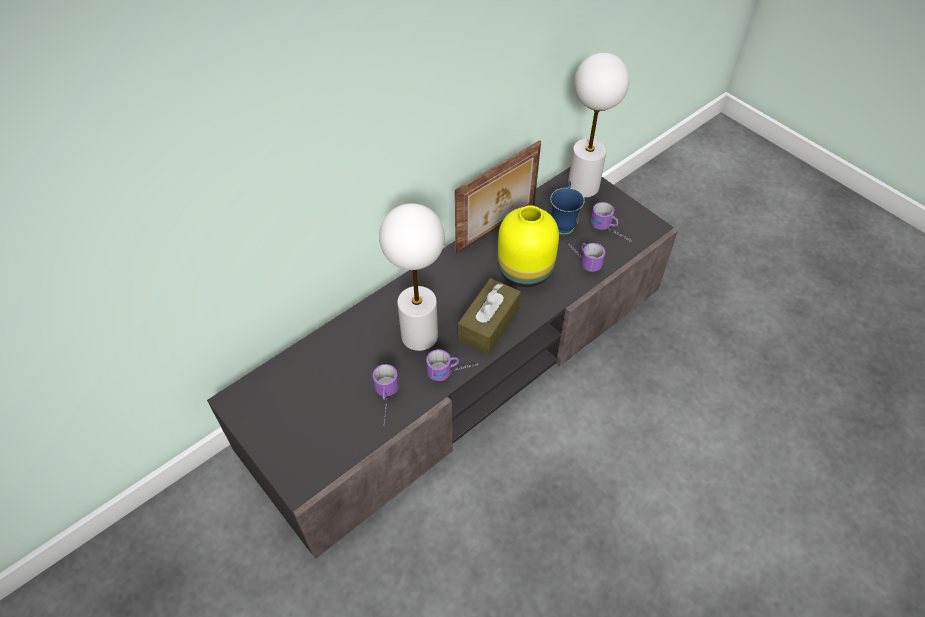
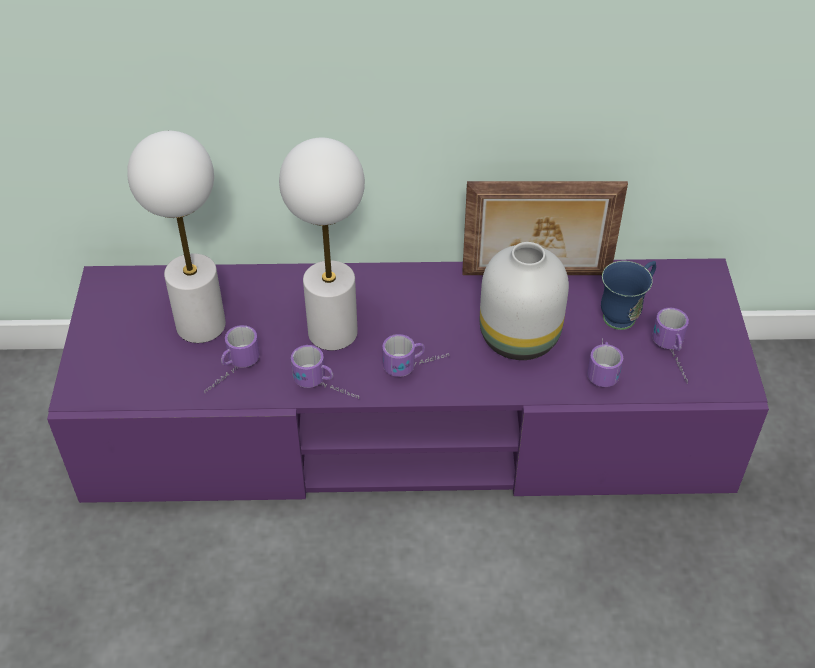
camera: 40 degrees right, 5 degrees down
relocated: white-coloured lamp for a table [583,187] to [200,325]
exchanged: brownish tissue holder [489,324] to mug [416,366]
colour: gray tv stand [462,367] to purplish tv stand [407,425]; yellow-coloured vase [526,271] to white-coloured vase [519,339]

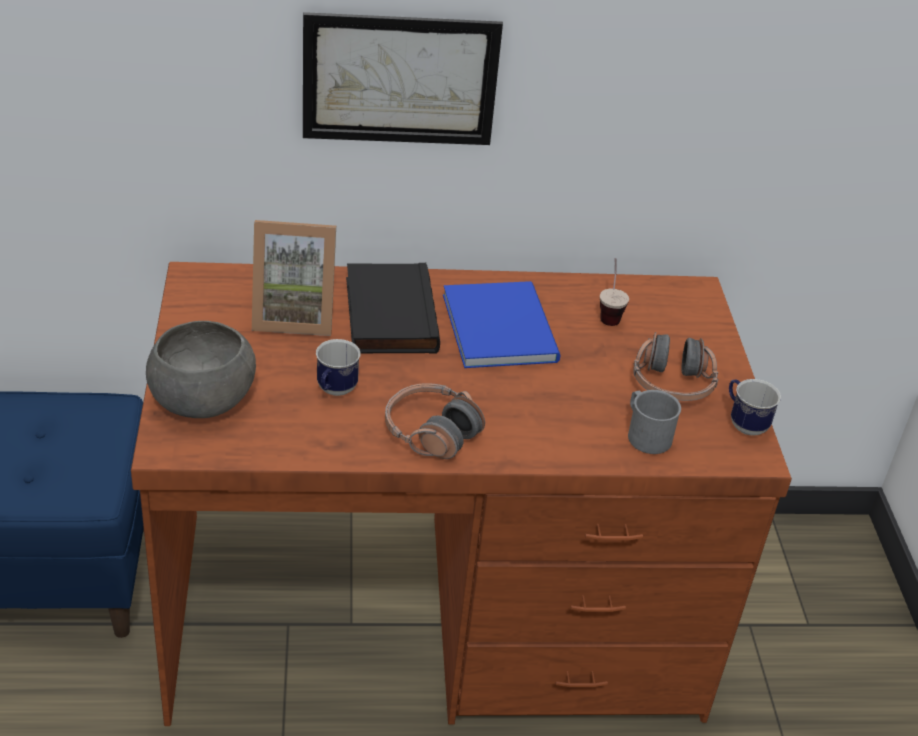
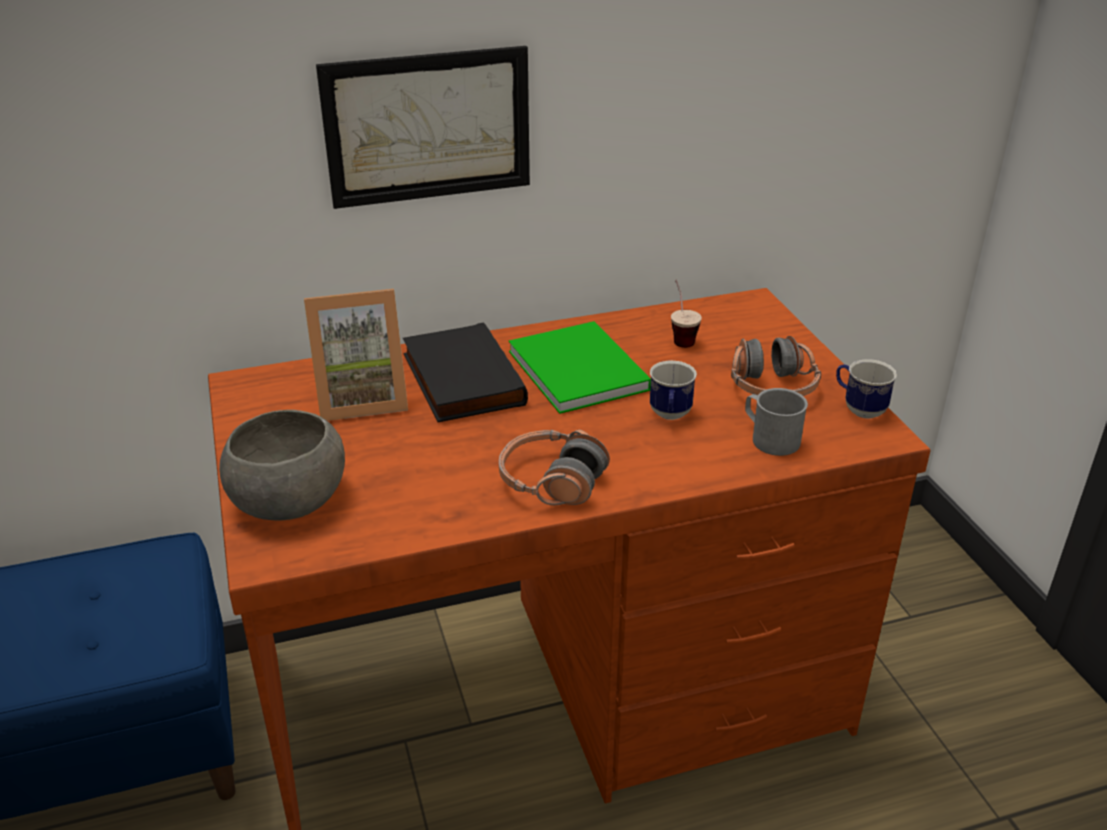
camera: 10 degrees left, 5 degrees down
relocated: mug [334,391] to [670,416]
colour: bluish bound book [501,325] to green-coloured bound book [580,367]

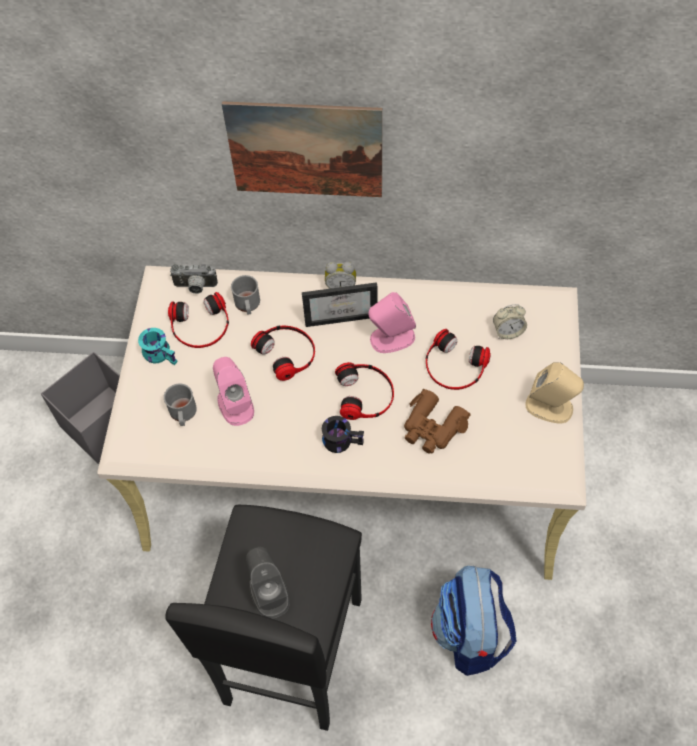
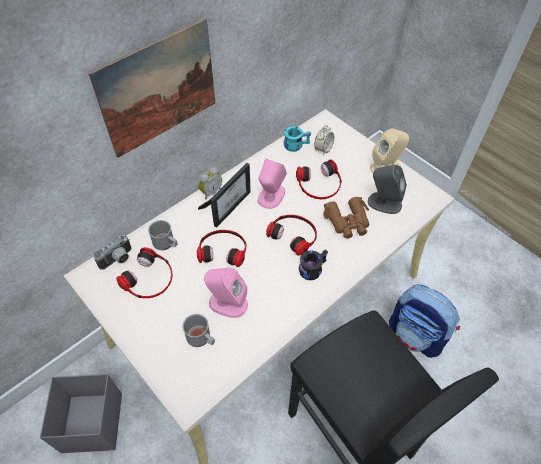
camera: 50 degrees left, 5 degrees down
relocated: turquoise mug [161,353] to [295,143]; gray speaker [269,592] to [384,203]

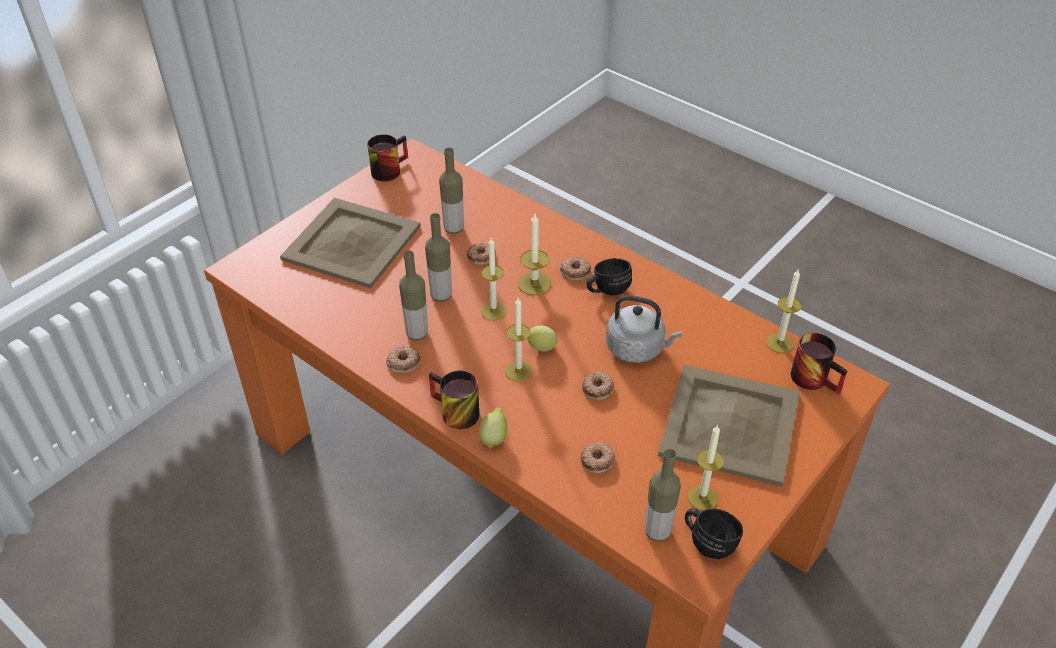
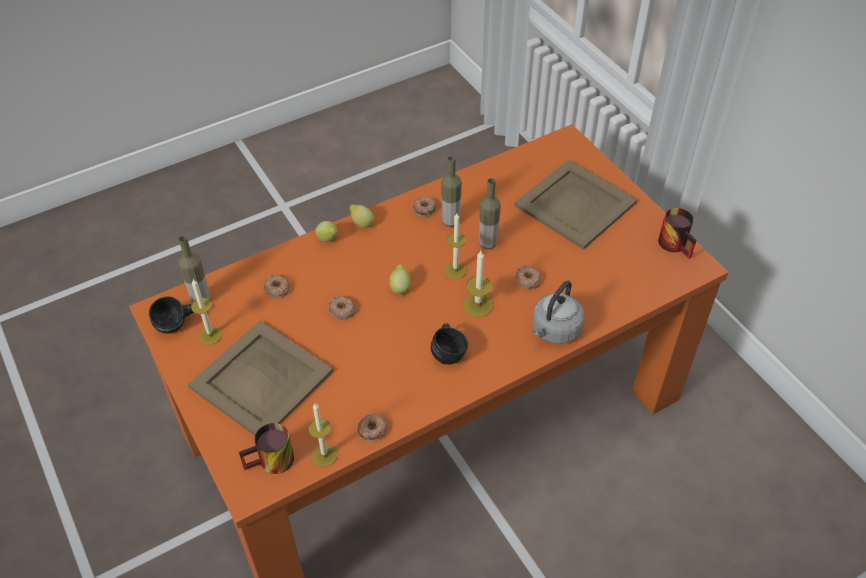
camera: 110 degrees right, 5 degrees up
missing: beverage bottle [454,229]; candle [518,371]
relocated: donut [575,271] to [372,429]; gray water kettle [637,349] to [554,331]
exchanged: mug [453,413] to citrus fruit [361,224]

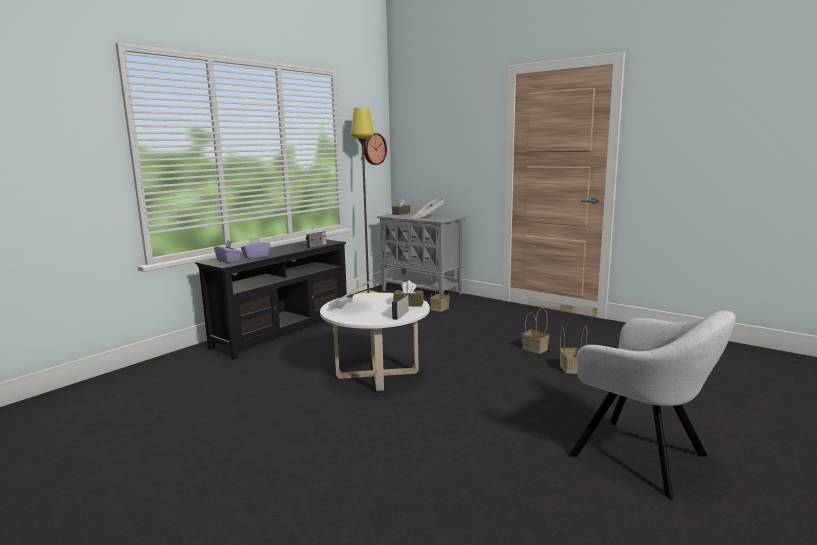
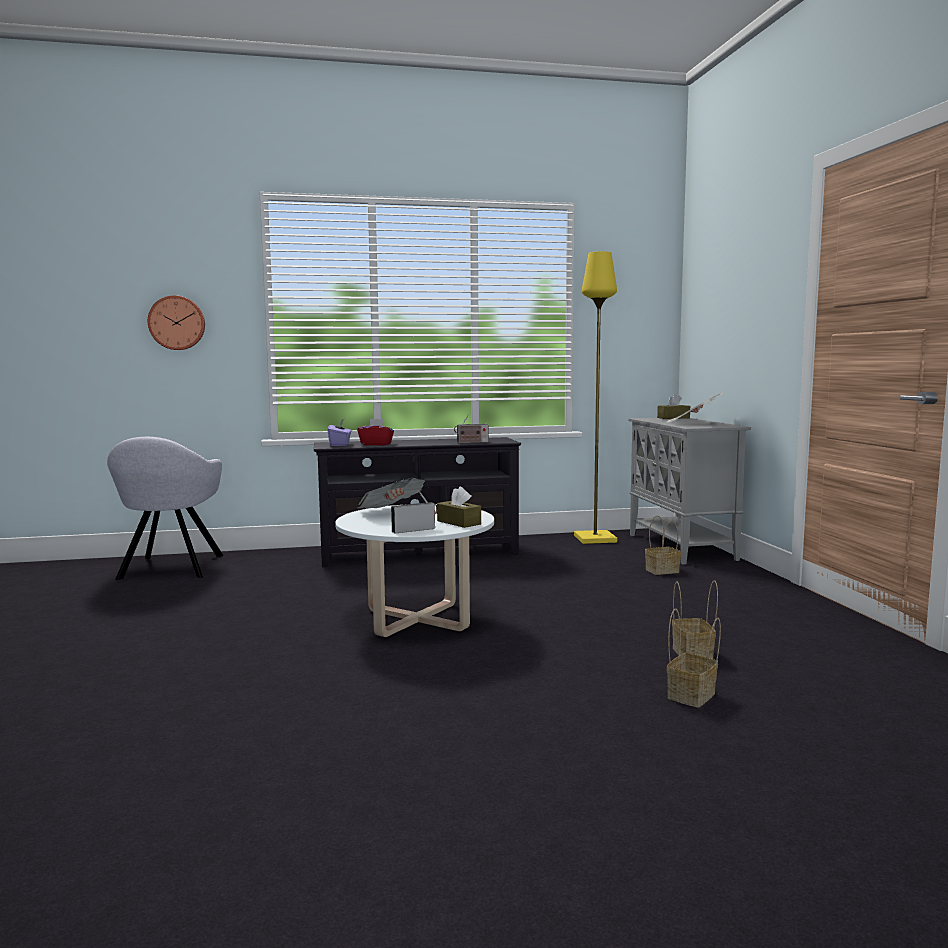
camera: 40 degrees right, 5 degrees down
relocated: hanging clock [374,149] to [177,323]; gray armchair [643,457] to [170,568]
colour: purplish tissue holder [256,257] to red tissue holder [376,444]

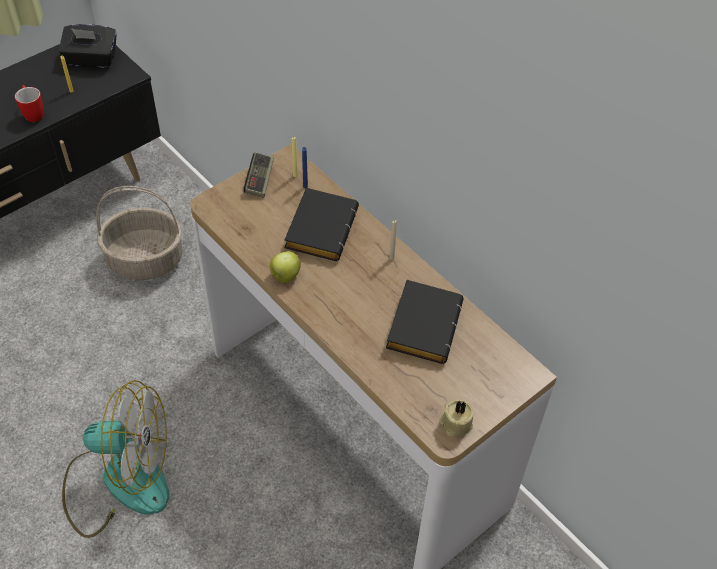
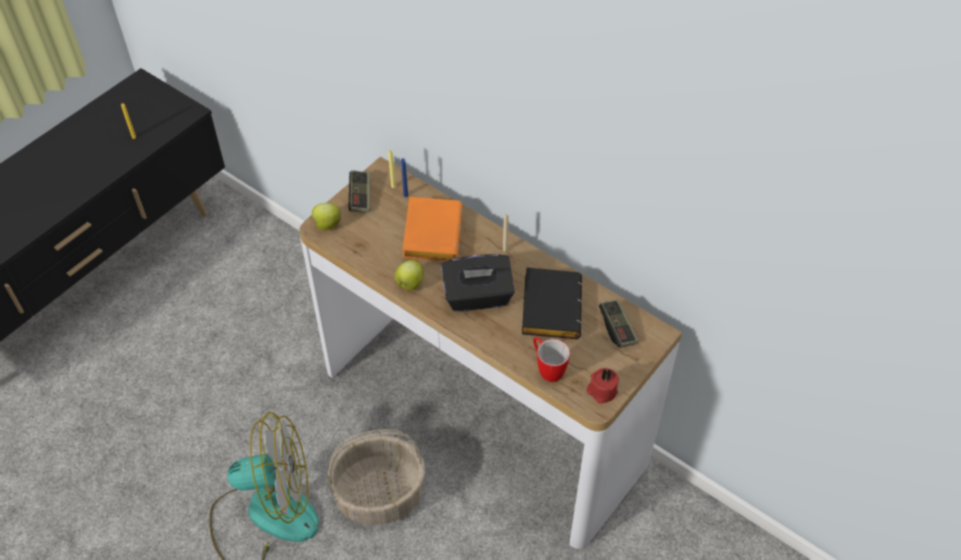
camera: 10 degrees left, 0 degrees up
appeared: whole apple [326,225]; gamepad [617,328]
relocated: mug [33,114] to [547,369]; black-coloured tissue holder [91,60] to [478,297]; storage basket [146,259] to [380,494]
colour: black-coloured bound book [320,228] to orange bound book [430,233]; beige candle [455,424] to red candle [601,391]

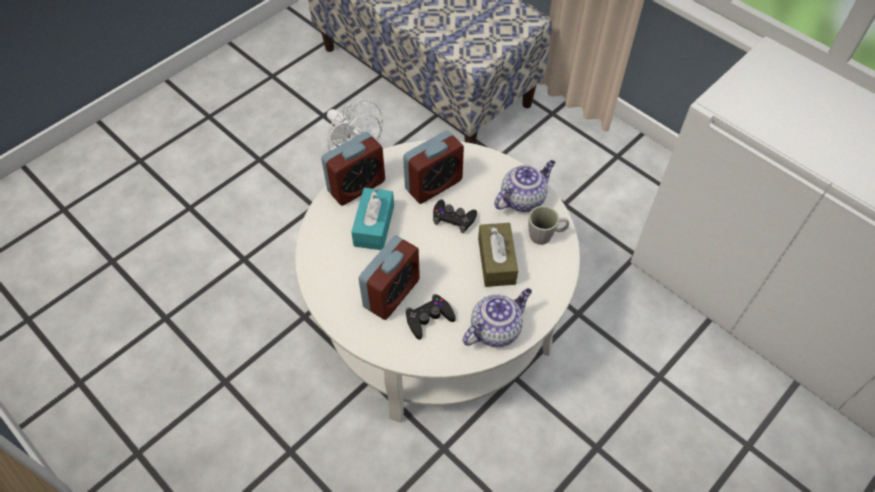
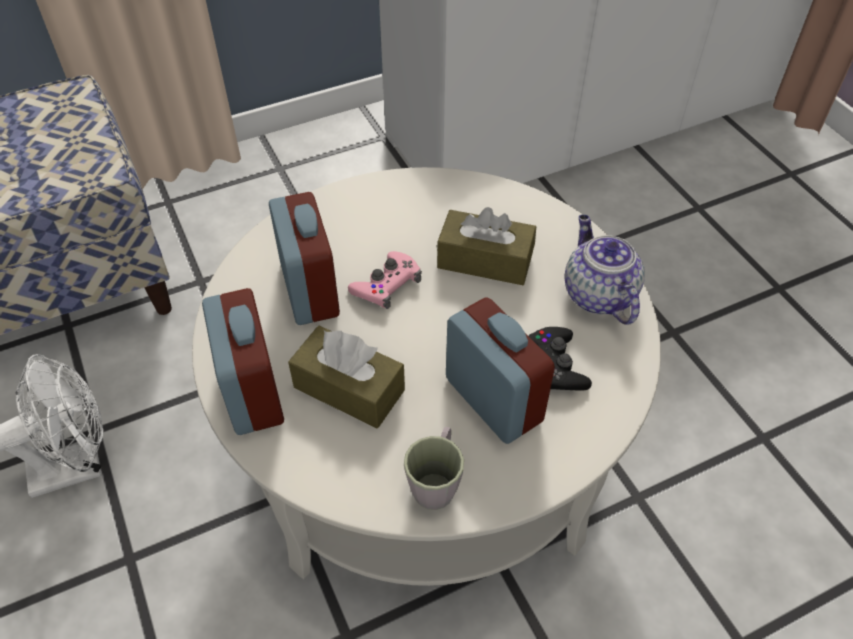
camera: 70 degrees left, 5 degrees down
missing: tea pot [523,199]
relocated: gray mug [546,235] to [436,481]
colour: turquoise tissue holder [374,226] to brownish tissue holder [349,388]; black-coloured gamepad [453,218] to pink gamepad [386,285]

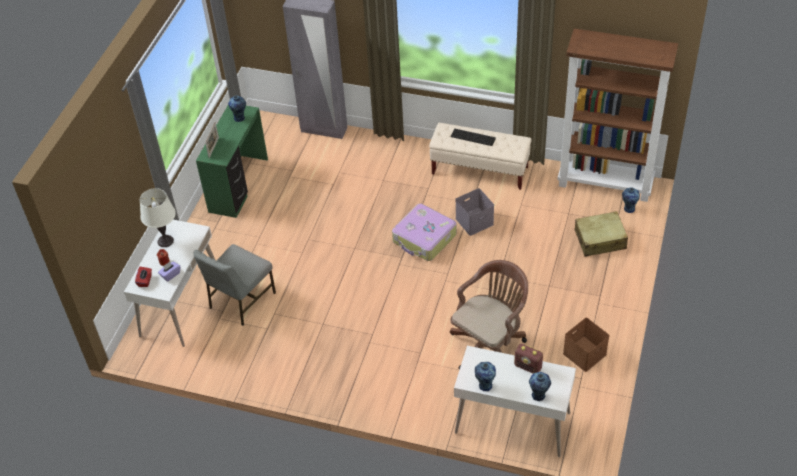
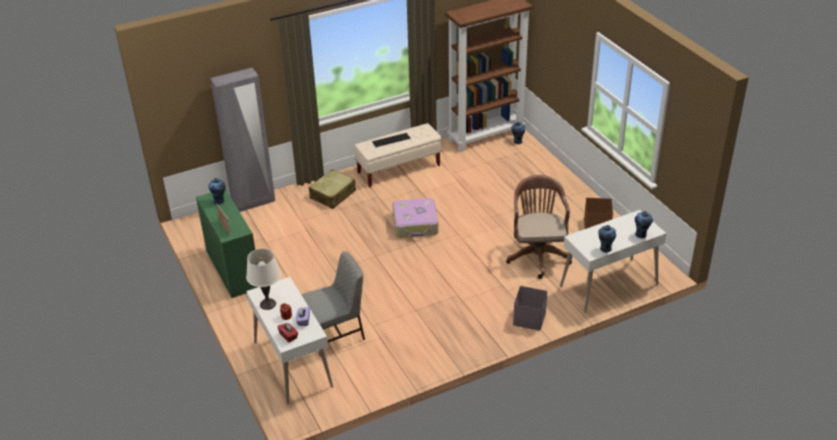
camera: 45 degrees left, 10 degrees down
missing: radio receiver [528,367]
relocated: gray storage bin [474,222] to [530,319]; beige suitcase [600,240] to [333,195]
spun: gray upright chair [241,300] = [336,333] 105 degrees counterclockwise

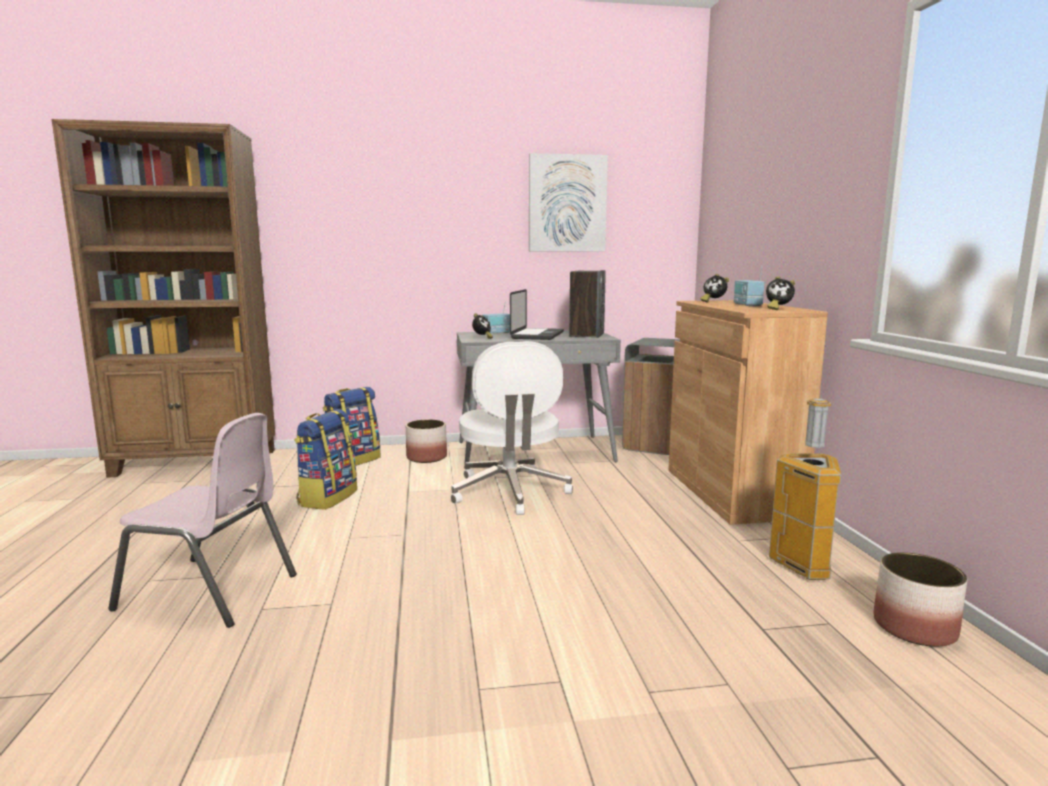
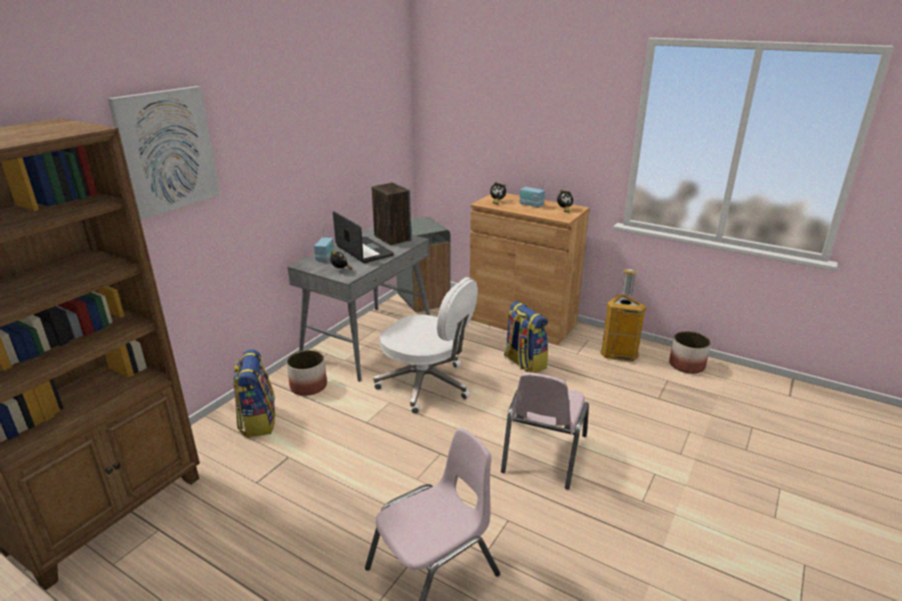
camera: 50 degrees left, 15 degrees up
appeared: pink upright chair [543,453]
relocated: rucksack [327,498] to [524,363]; wall art [567,203] to [167,151]

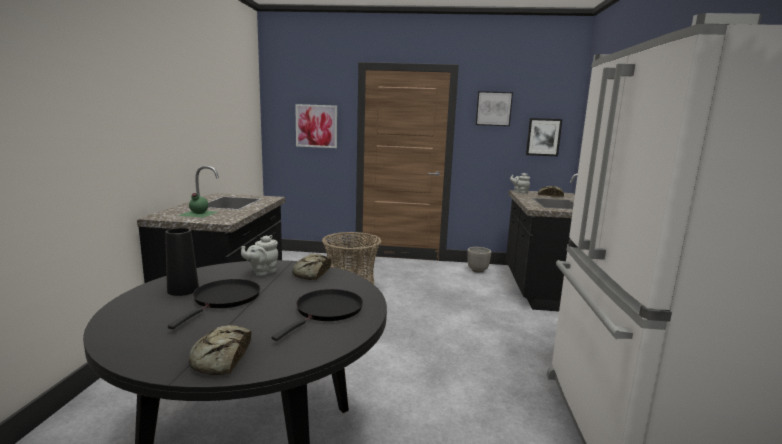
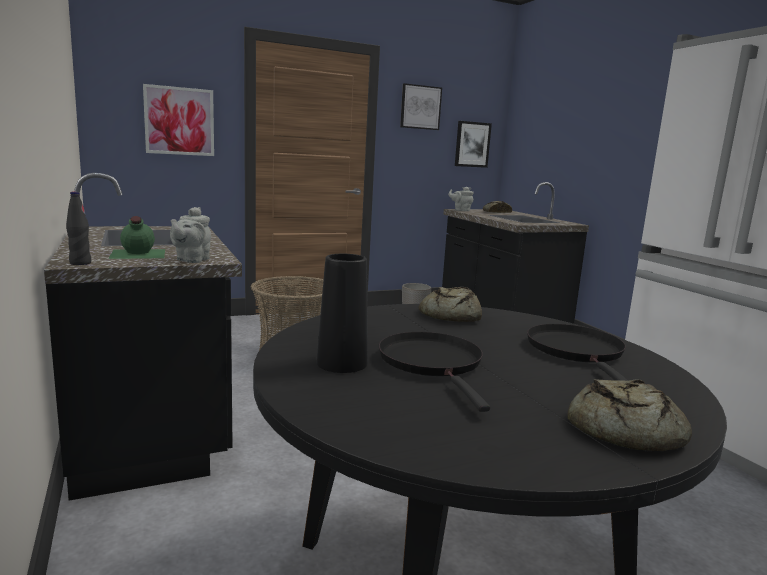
camera: 30 degrees left, 0 degrees up
appeared: black-coloured beverage bottle [80,263]
relocated: gray tea pot [262,272] to [191,260]

